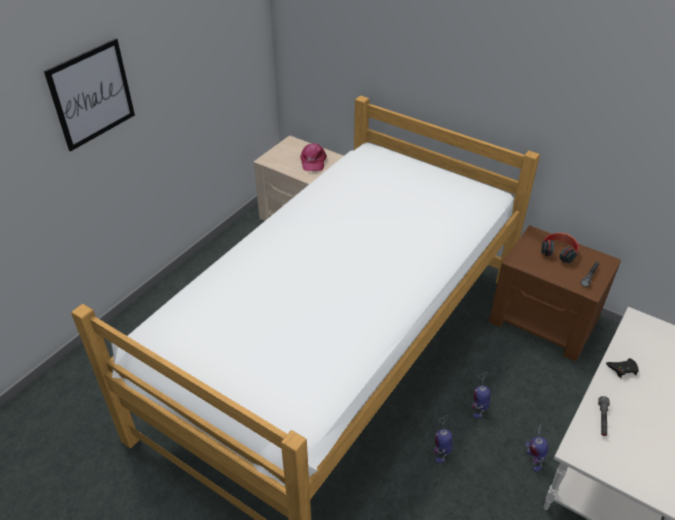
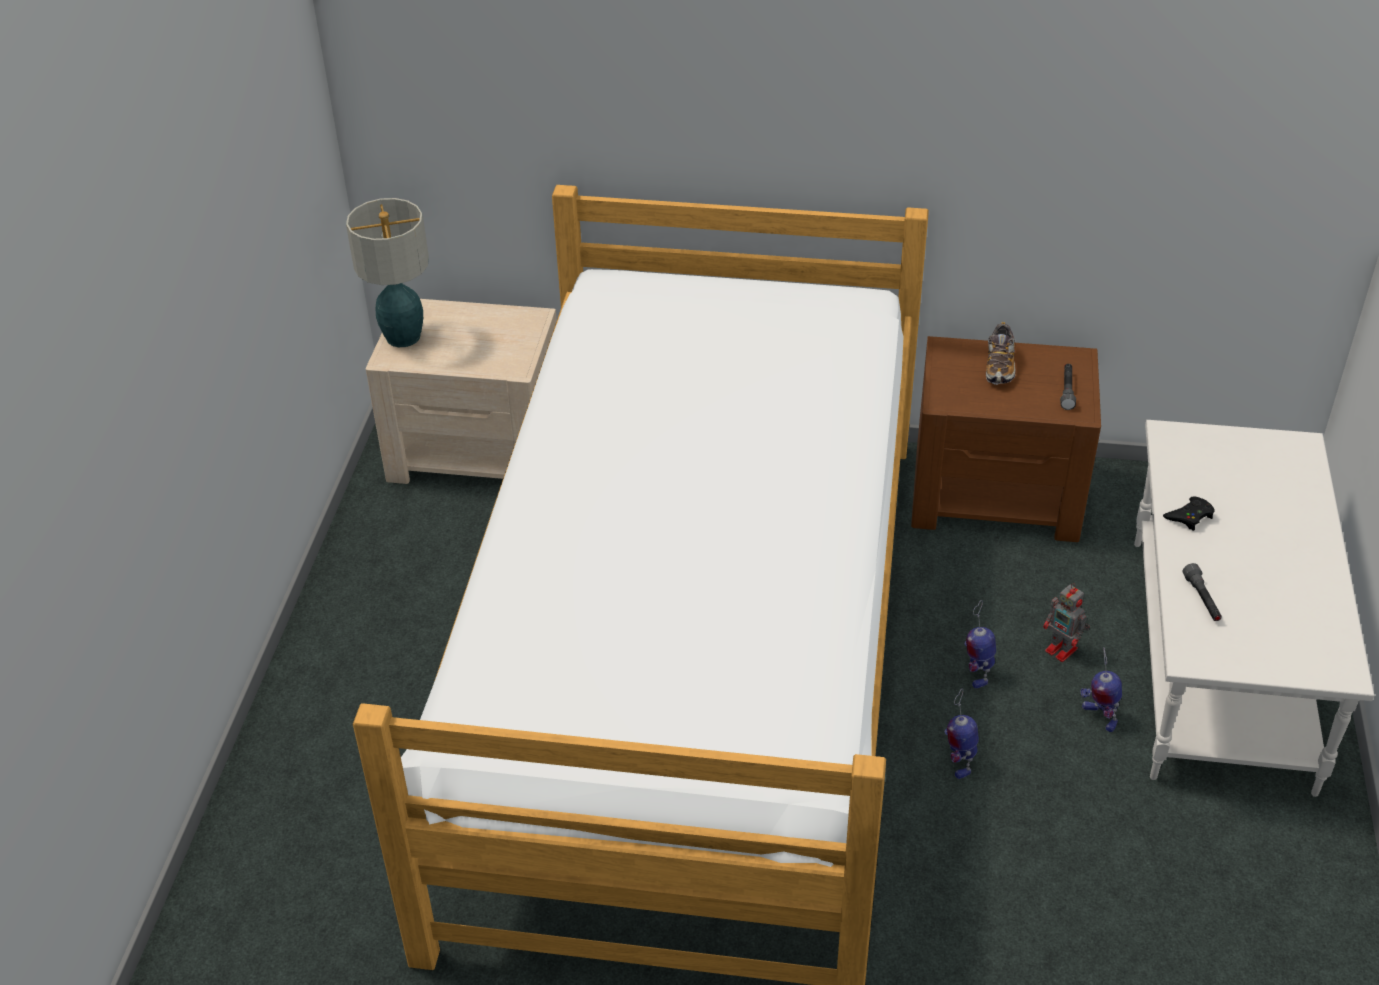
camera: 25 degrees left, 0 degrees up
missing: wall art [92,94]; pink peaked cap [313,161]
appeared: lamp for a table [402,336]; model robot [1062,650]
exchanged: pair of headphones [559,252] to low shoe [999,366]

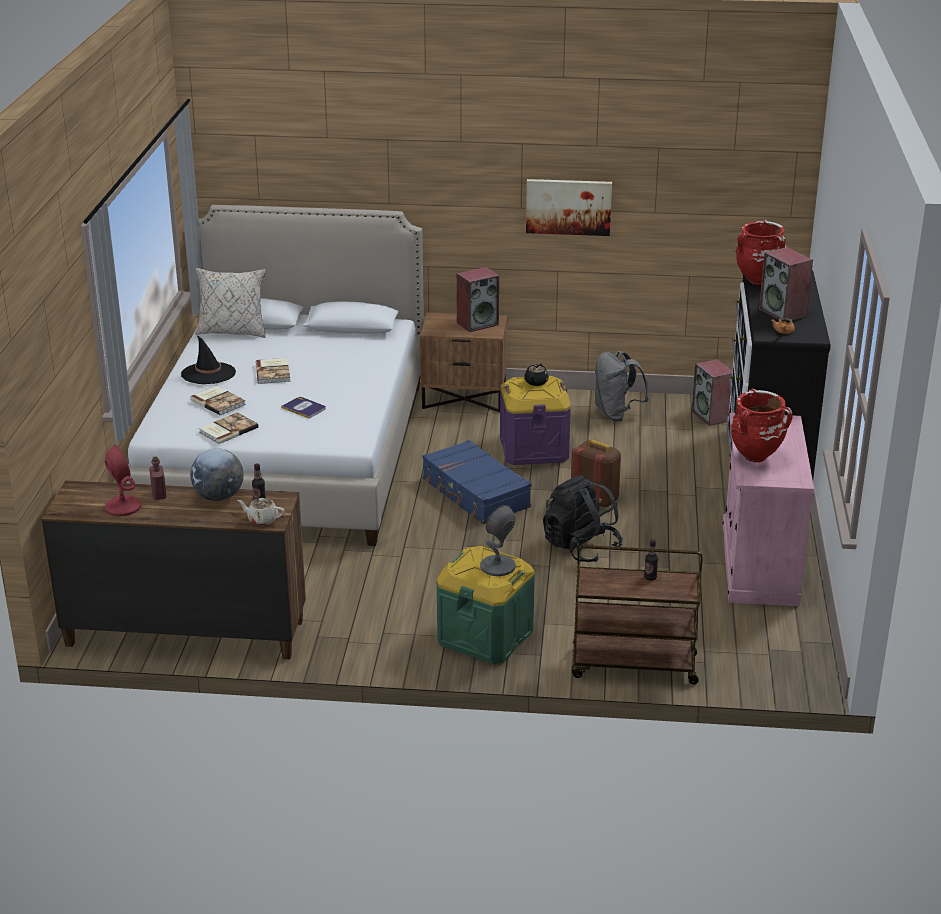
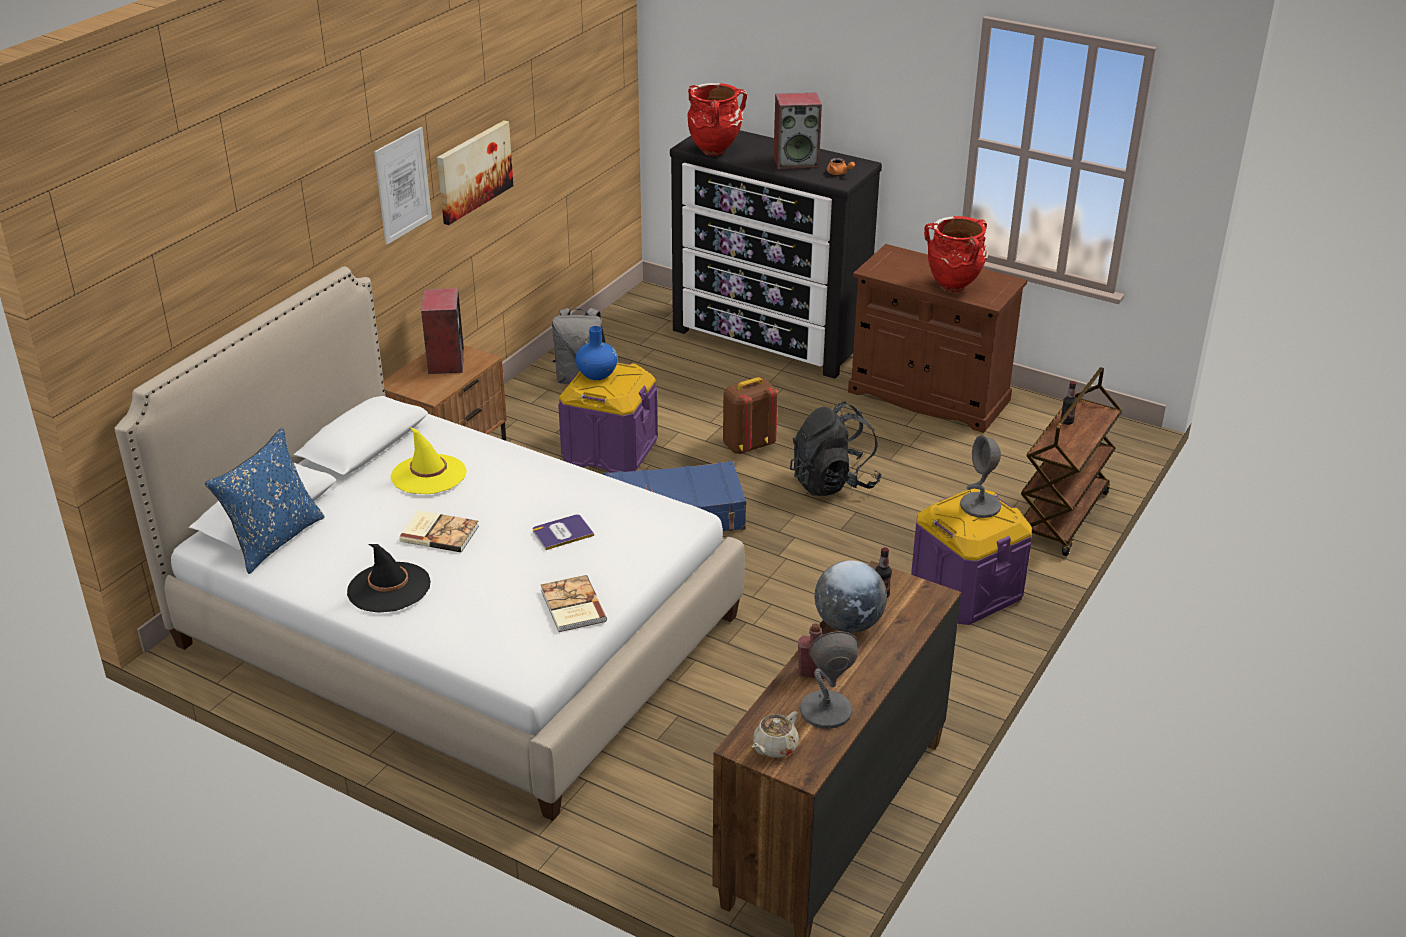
camera: 65 degrees left, 5 degrees up
missing: bound book [218,402]; speaker [712,416]
appeared: wall art [403,185]; yellow-coloured wearable hat [428,475]
relocated: beige tea pot [262,519] to [774,747]
exchanged: black-coloured tea pot [536,382] to bluish vase [597,374]
colour: red lamp for a table [123,506] to gray lamp for a table [825,710]; beige cushion [232,331] to bluish cushion [273,540]; green-coloured storage bin [485,636] to purplish storage bin [966,591]; pink cabinet [758,564] to brownish cabinet [928,396]

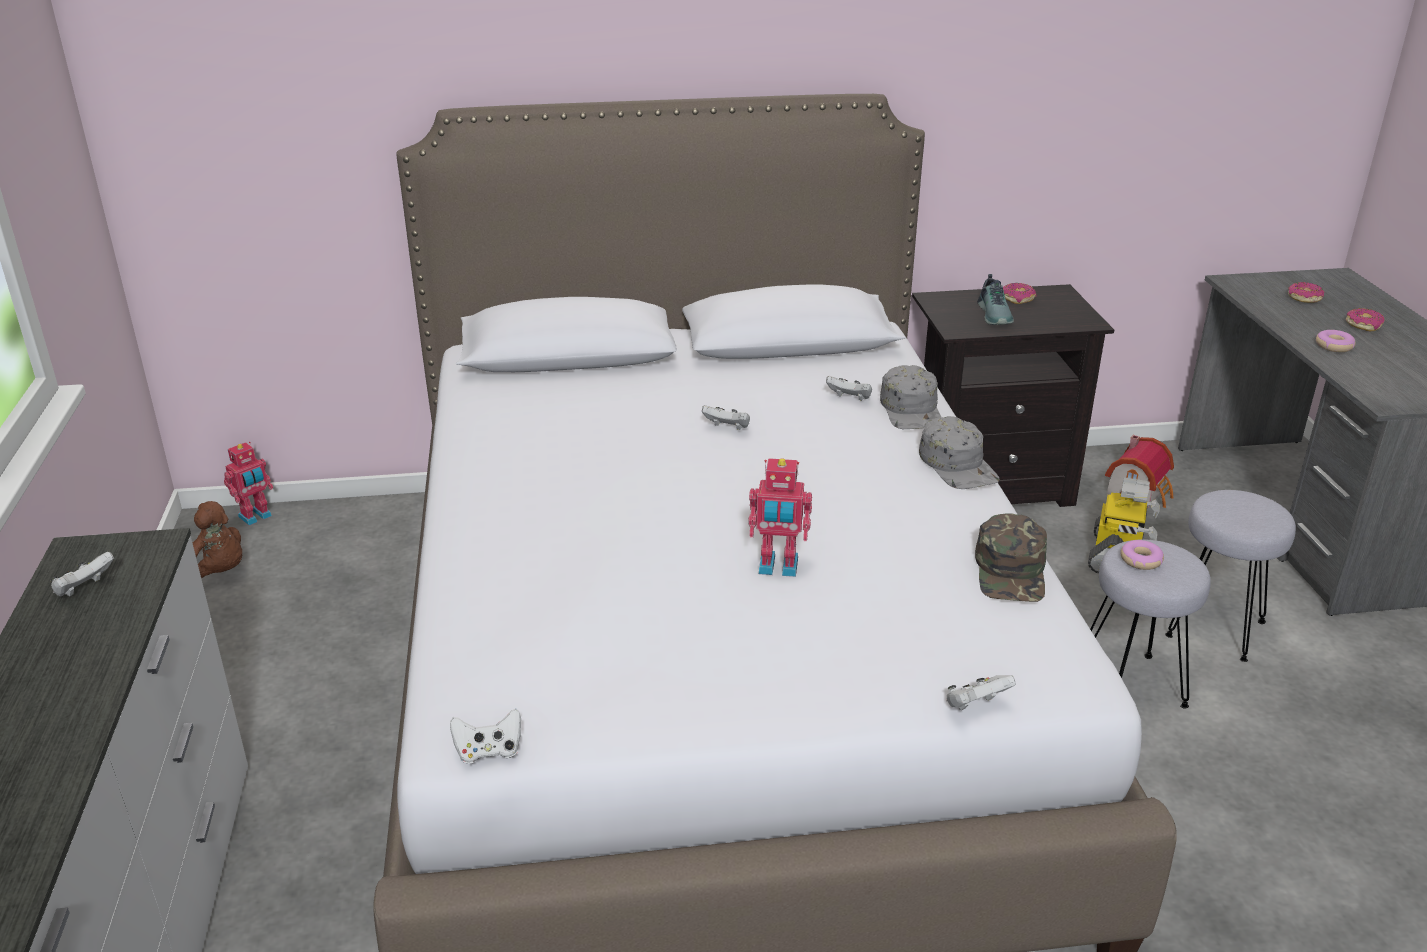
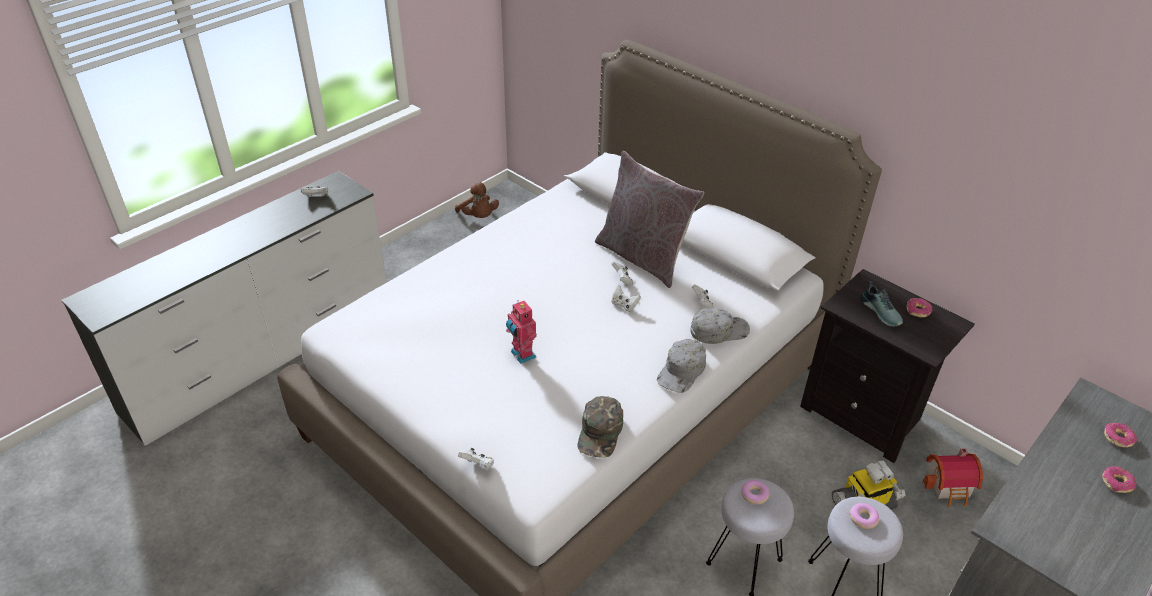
camera: 50 degrees right, 10 degrees up
missing: model robot [256,517]
appeared: gray cushion [643,257]
relocated: white-coloured gamepad [488,751] to [624,305]; donut [1334,346] to [863,518]
spun: gray peaked cap [912,410] = [719,330] 150 degrees counterclockwise; green-coloured peaked cap [1011,571] = [600,432] 45 degrees counterclockwise; low shoe [995,315] = [881,311] 75 degrees counterclockwise

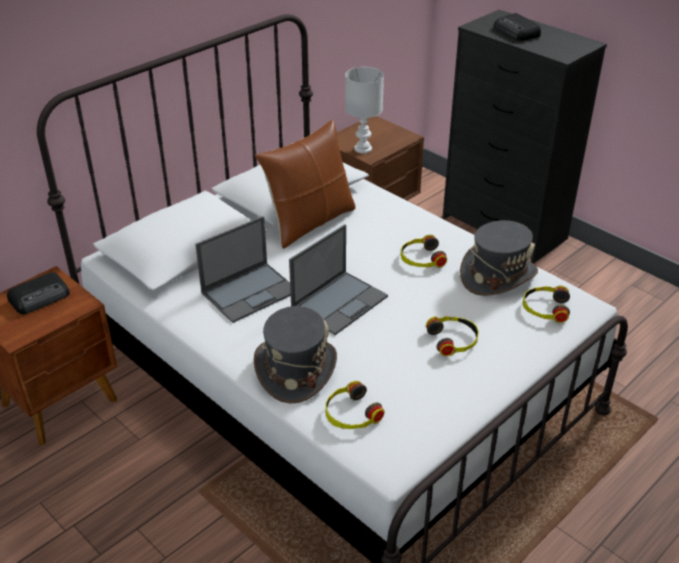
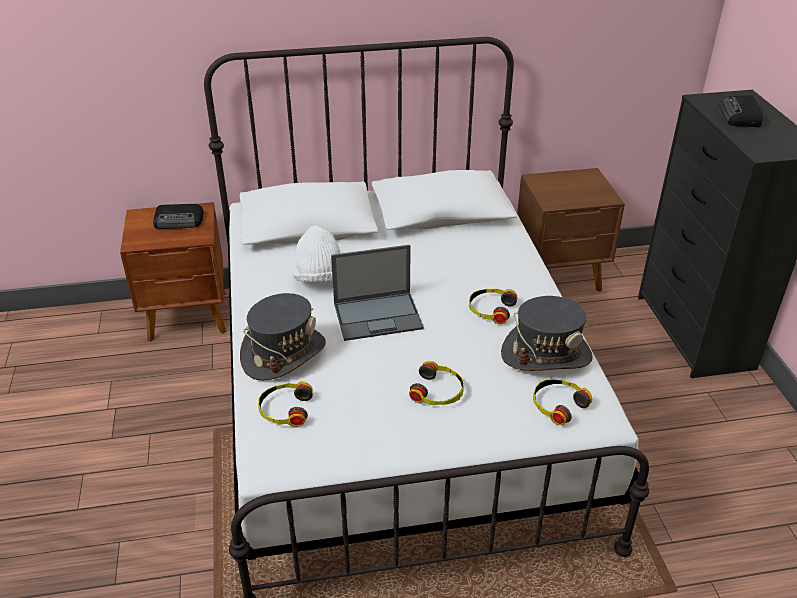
camera: 35 degrees right, 0 degrees up
missing: brownish cushion [310,222]; white-coloured lamp for a table [363,149]
exchanged: laptop [250,292] to white-coloured wearable hat [319,277]

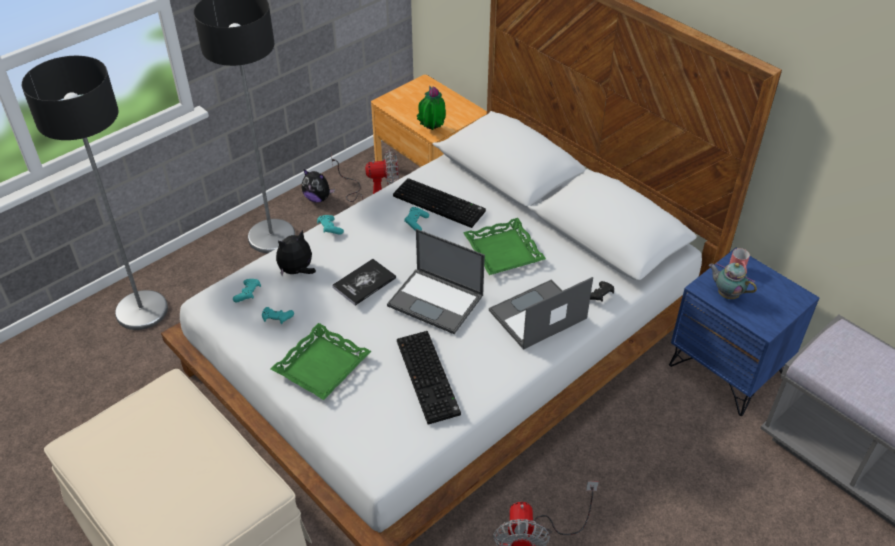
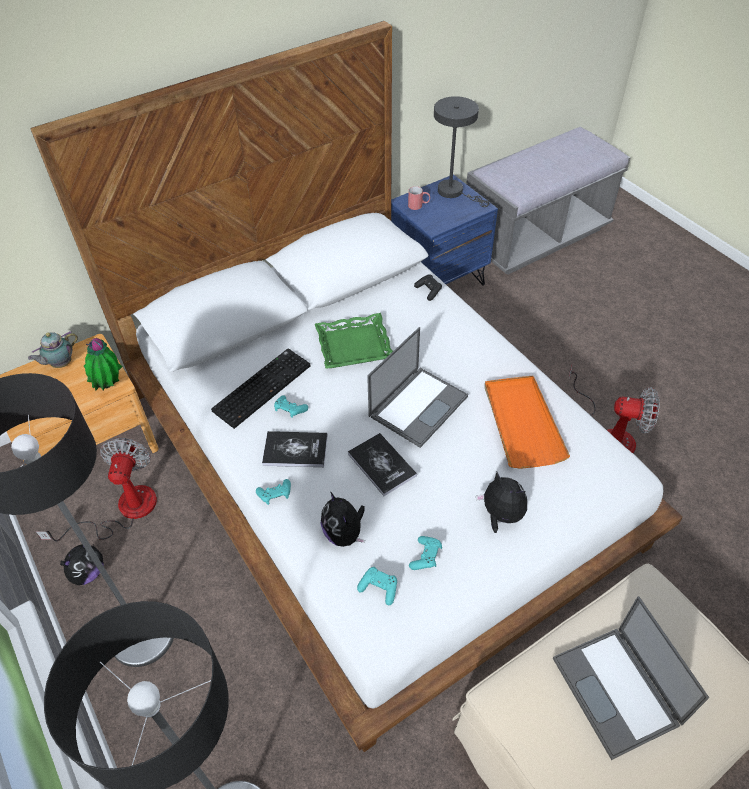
camera: 80 degrees left, 5 degrees up
appeared: bound book [295,450]; gray lamp for a table [454,192]
relocated: laptop [537,315] to [617,692]; tea pot [726,294] to [60,364]
exchanged: green-coloured carrying tray [321,366] to soft toy [500,515]; keyboard [429,377] to orange carrying tray [522,423]

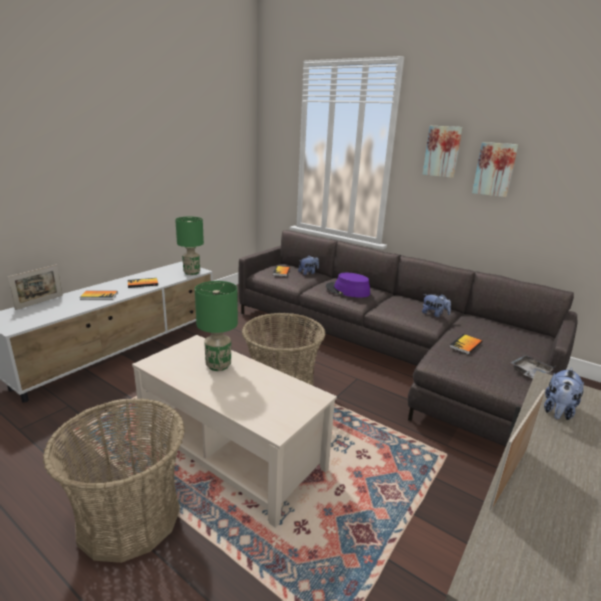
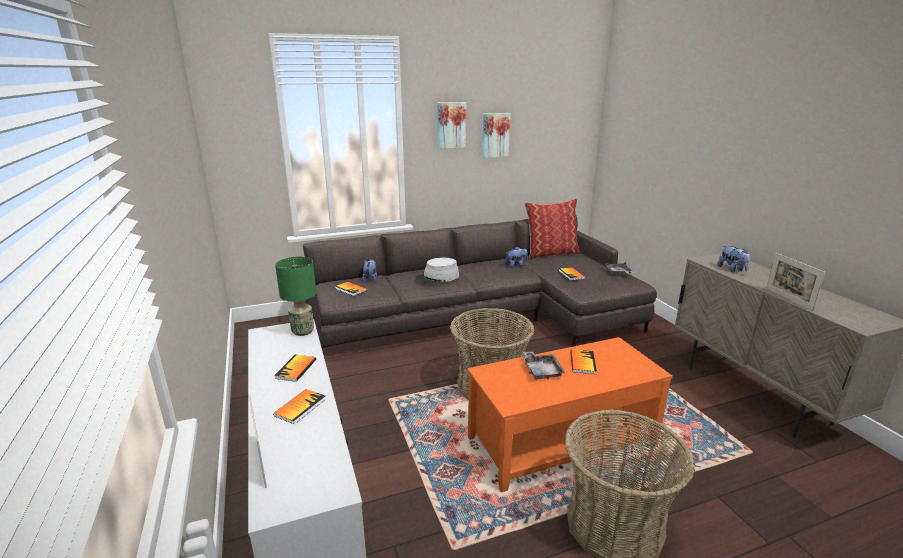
camera: 55 degrees left, 0 degrees up
appeared: cushion [551,253]; bound book [582,362]
exchanged: green-coloured lamp for a table [219,365] to gray carrying tray [541,371]
colour: beige lounge table [232,452] to orange lounge table [561,442]; purplish wearable hat [347,291] to gray wearable hat [437,277]

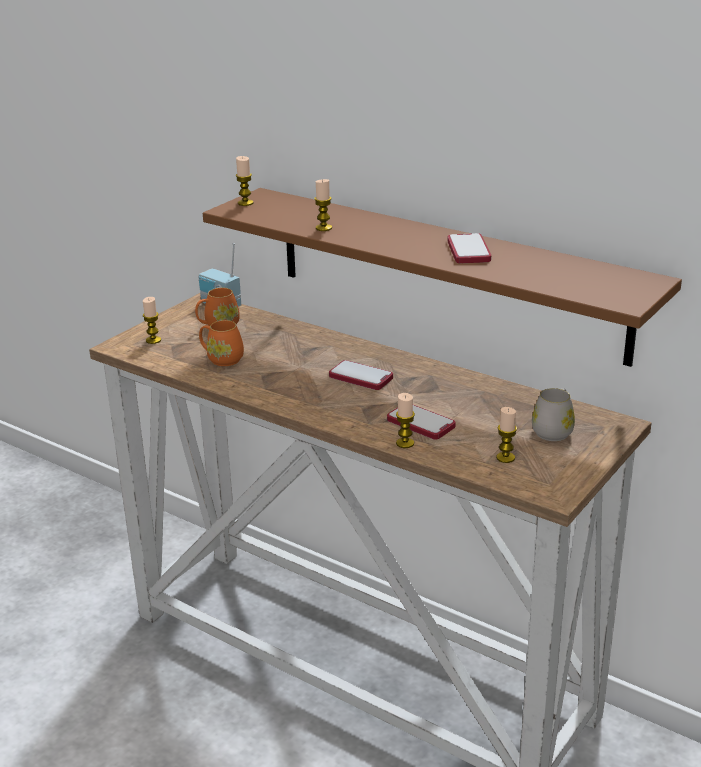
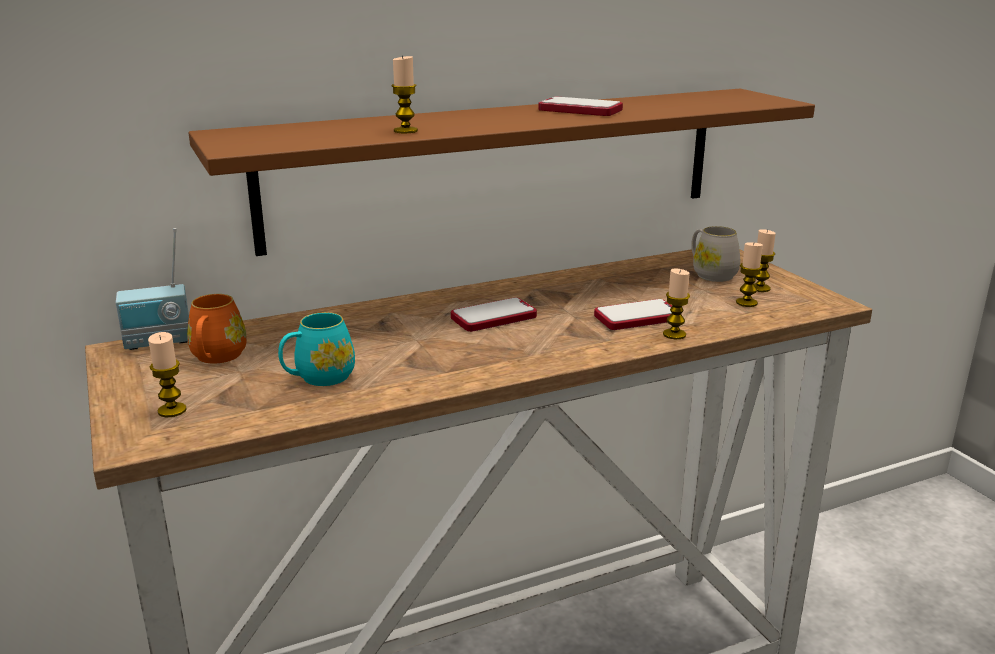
camera: 60 degrees left, 5 degrees down
relocated: candle [245,203] to [760,288]
colour: orange mug [221,359] to turquoise mug [318,378]

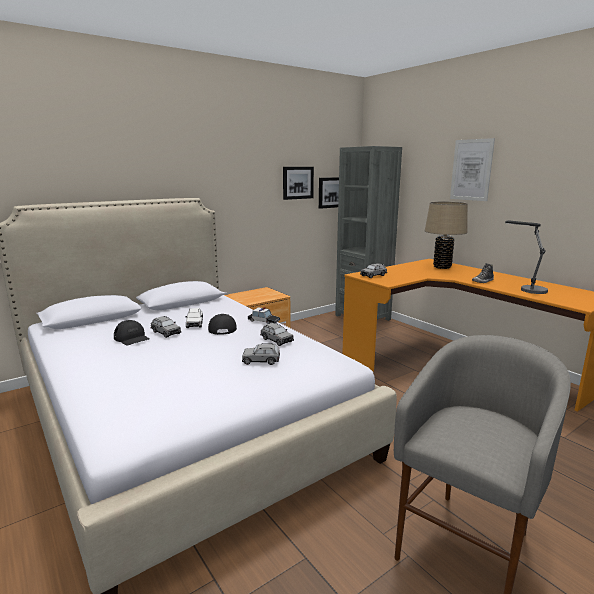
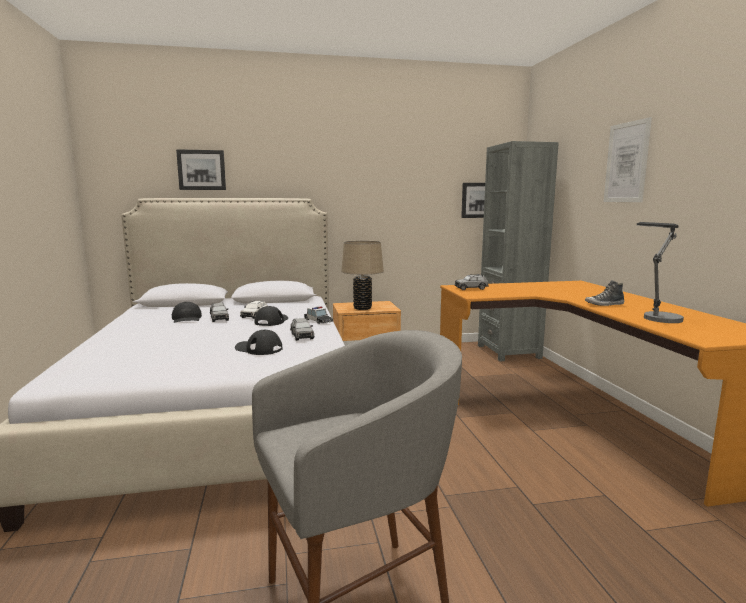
camera: 25 degrees right, 5 degrees down
relocated: wall art [297,182] to [201,170]; beige lamp for a table [442,267] to [362,308]
exchanged: gray miniature car [261,361] to black-coloured peaked cap [258,349]

